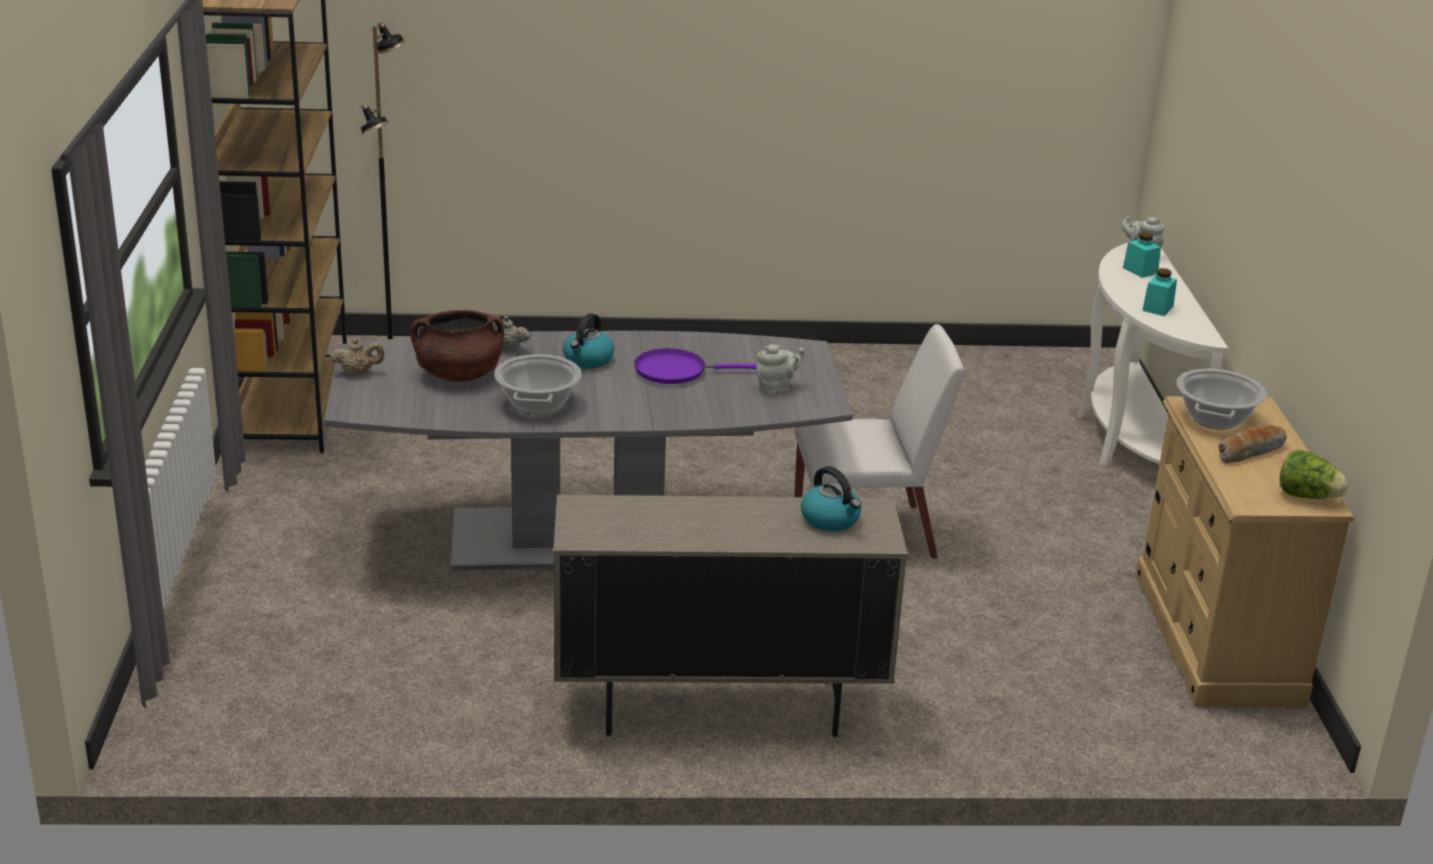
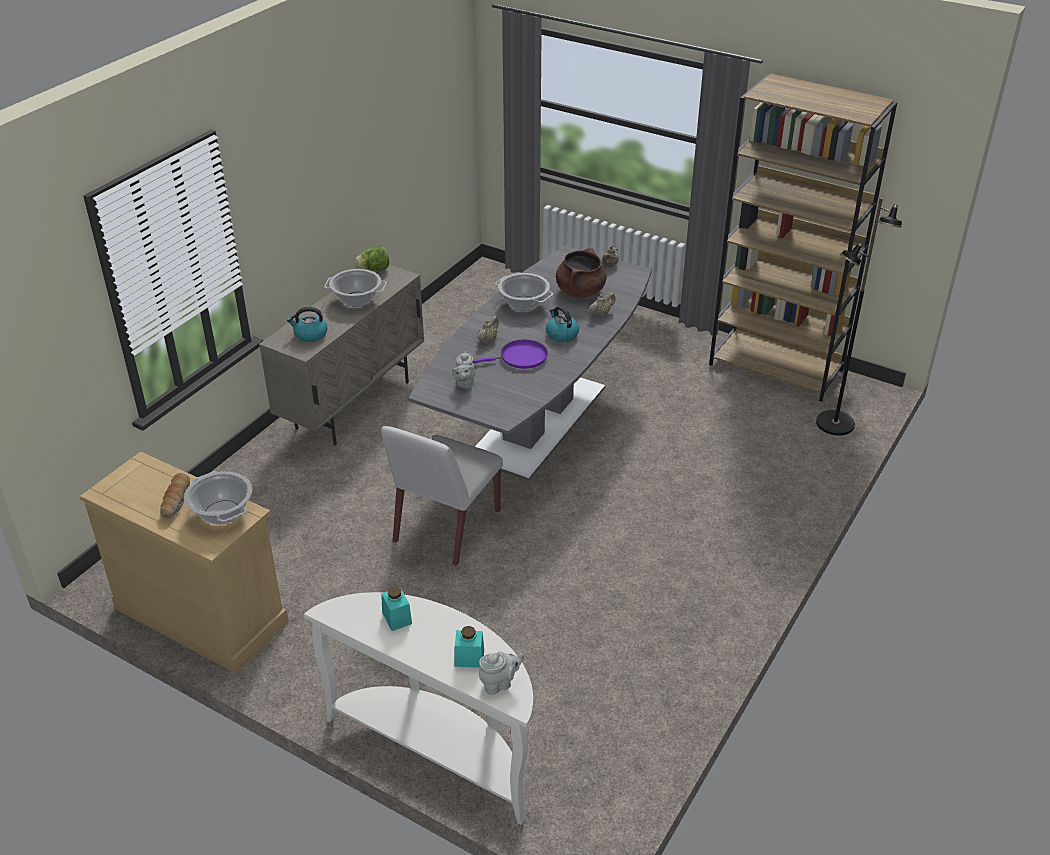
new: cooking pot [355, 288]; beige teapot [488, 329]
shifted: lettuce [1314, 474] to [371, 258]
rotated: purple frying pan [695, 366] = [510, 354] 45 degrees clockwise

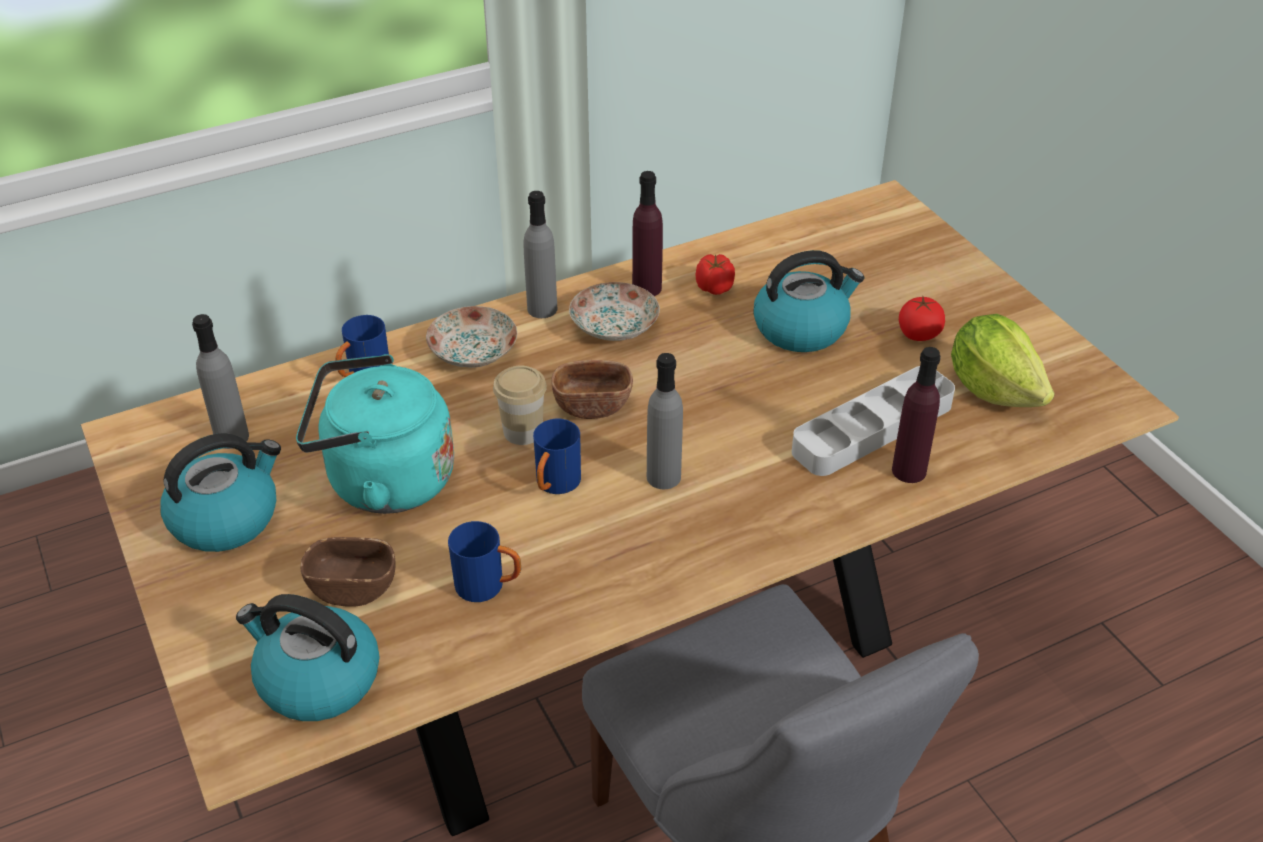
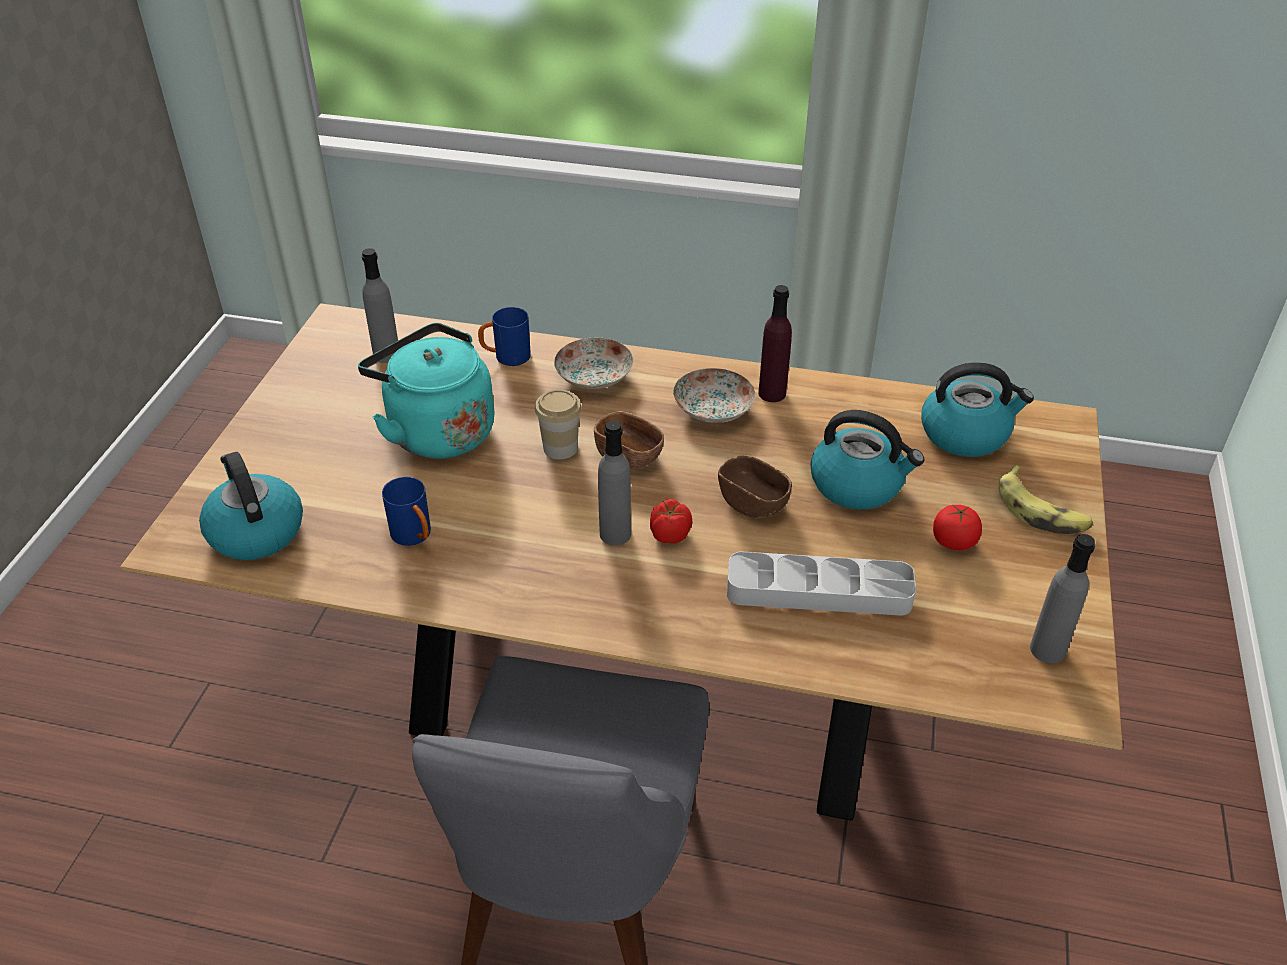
gone: blue mug [557, 456]; purple bottle [916, 415]; lettuce [1003, 360]
new: banana [1045, 499]
shifted: kettle [220, 492] to [977, 409]; brown bowl [348, 572] to [755, 486]; grey bottle [540, 254] to [1062, 598]; tomato [715, 274] to [671, 521]

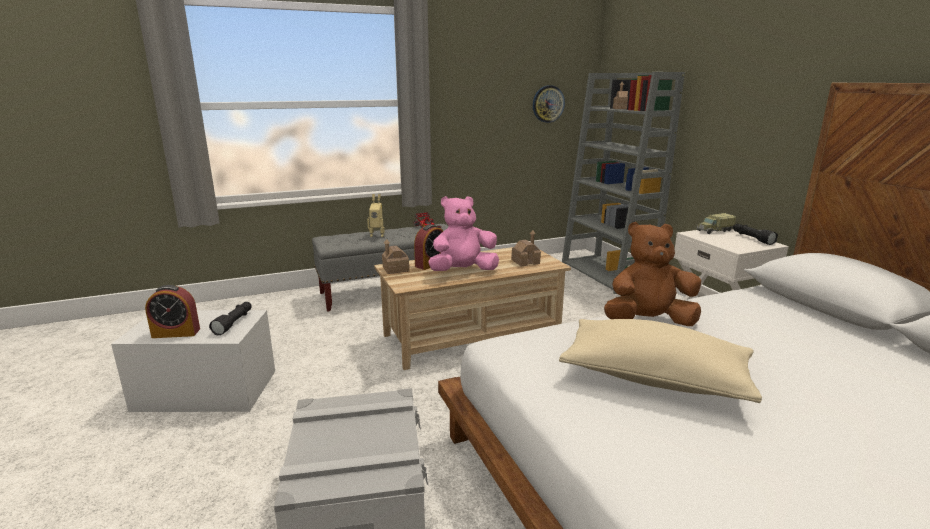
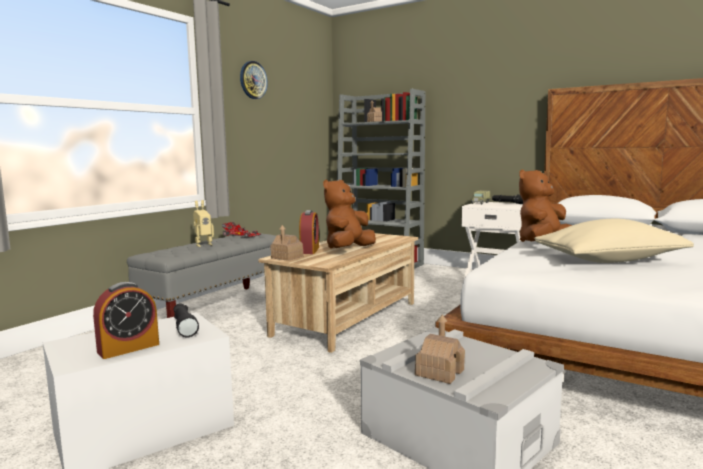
shifted: toy house [526, 248] to [440, 349]; wall clock [549, 104] to [254, 80]
repainted: pink plush toy [463, 233] to brown plush toy [349, 214]

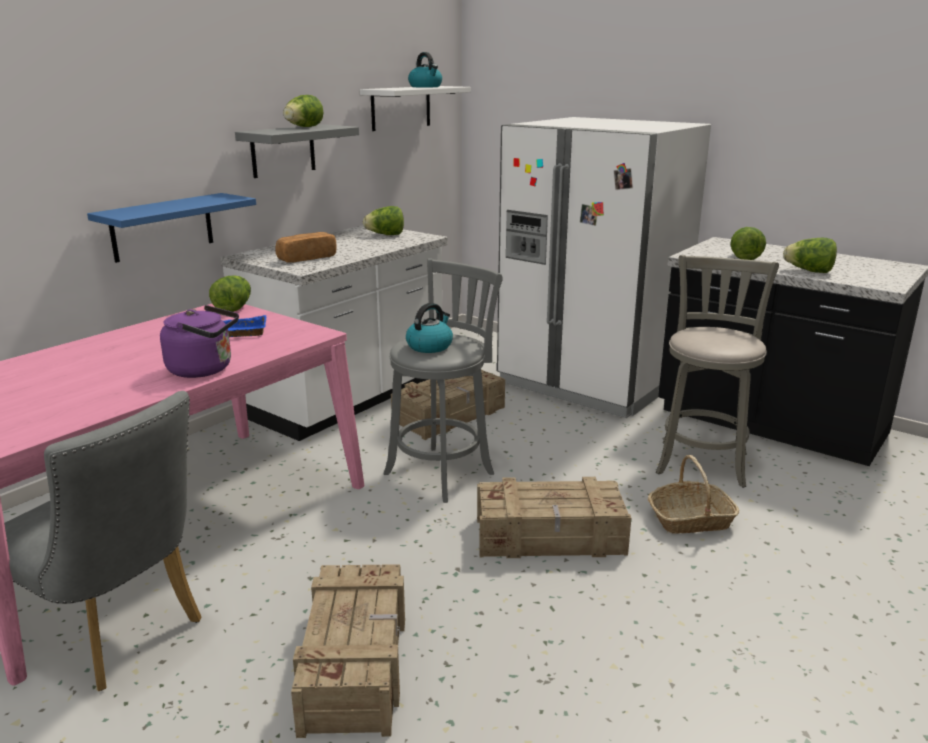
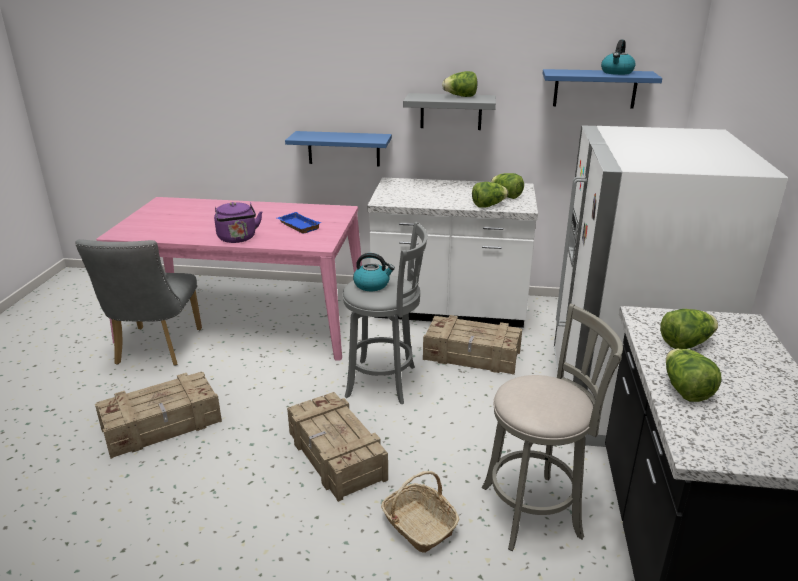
gone: bread [306, 247]
shifted: lettuce [230, 293] to [490, 195]
repainted: white shelf [415, 108] to blue shelf [602, 88]

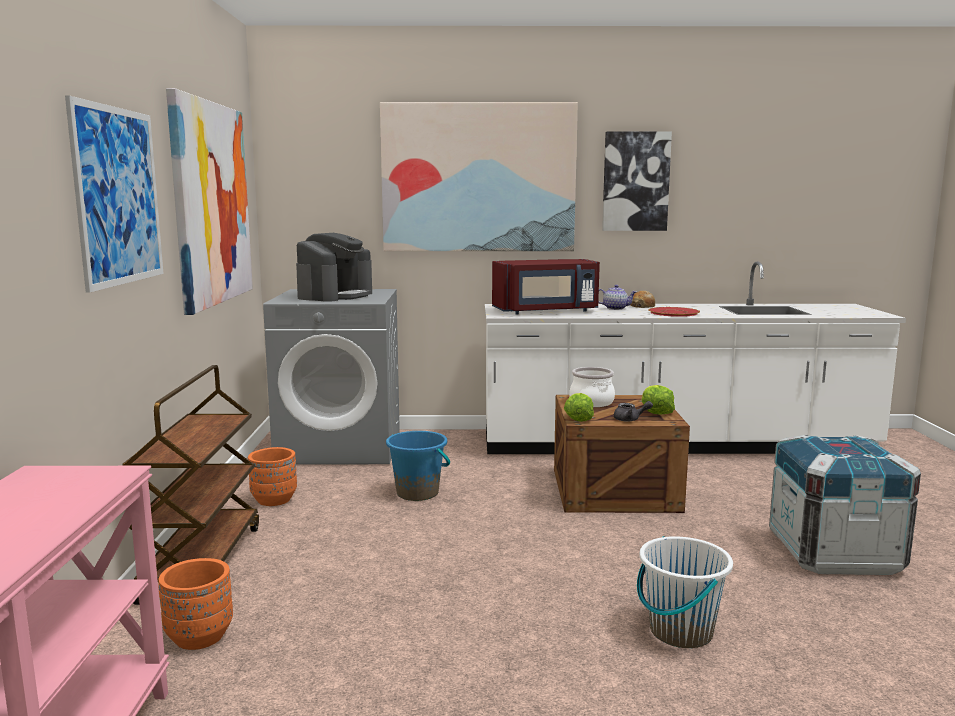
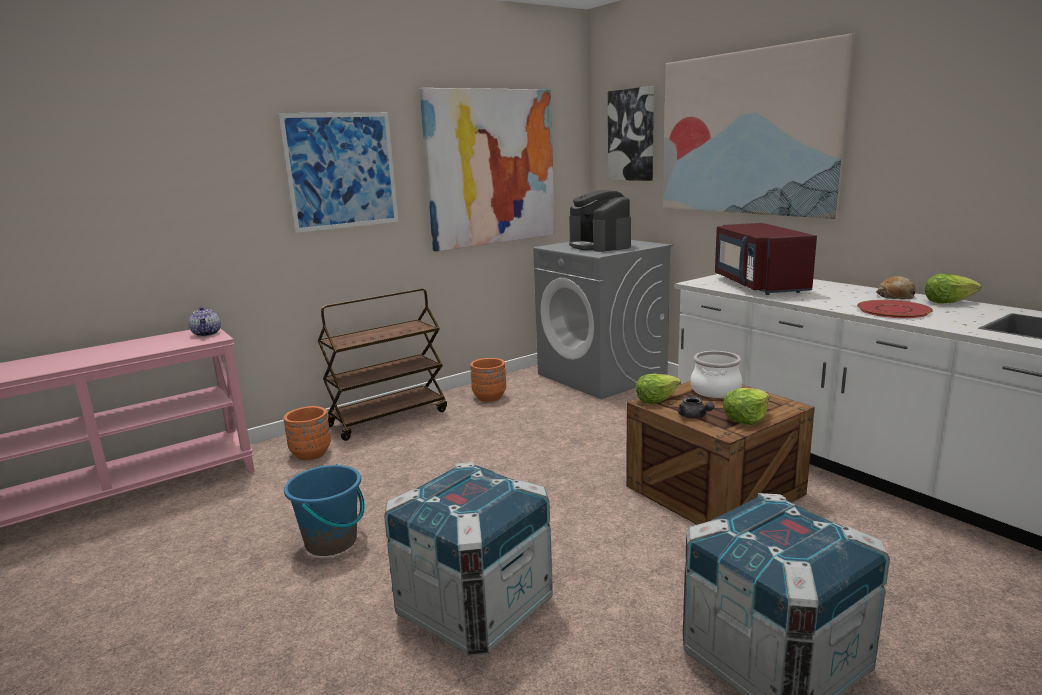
new: lettuce [953, 289]
shifted: blue bucket [418, 466] to [324, 510]; teapot [617, 297] to [205, 321]; picture [637, 181] to [631, 133]
swapped: white bucket [685, 592] to crate [468, 559]
rotated: coffee machine [334, 267] = [600, 221] 75 degrees clockwise; red microwave [546, 286] = [766, 259] 45 degrees clockwise

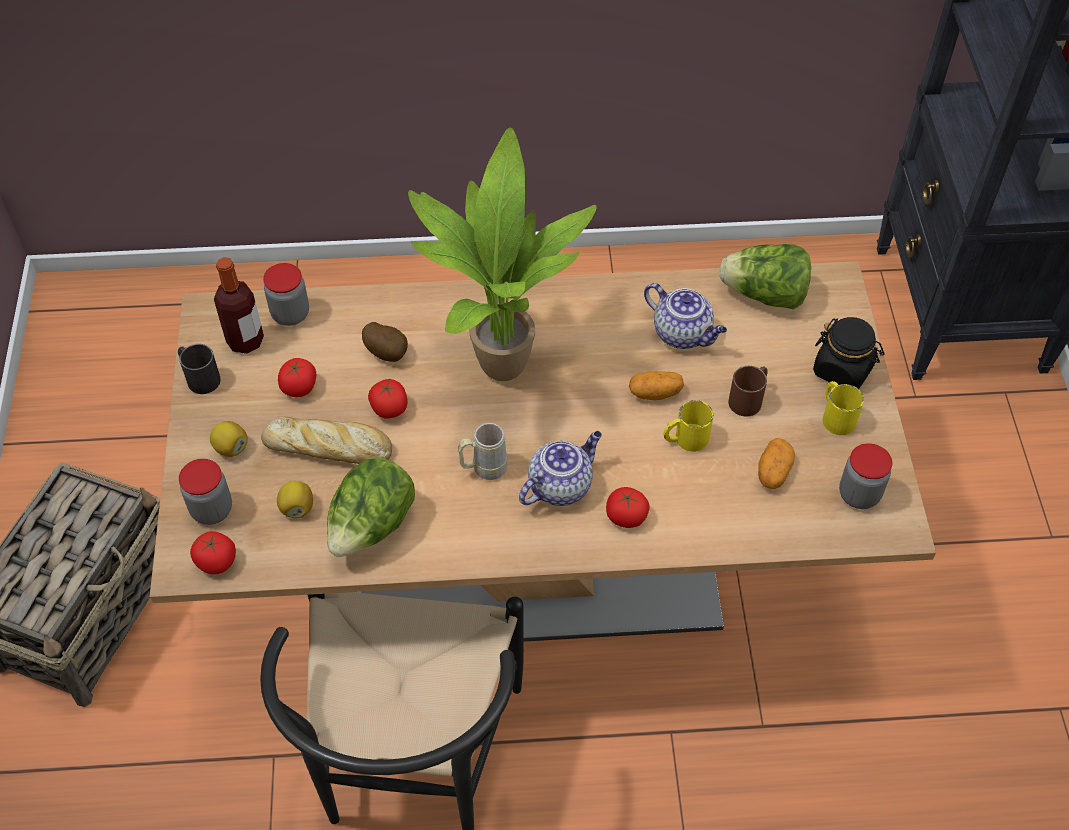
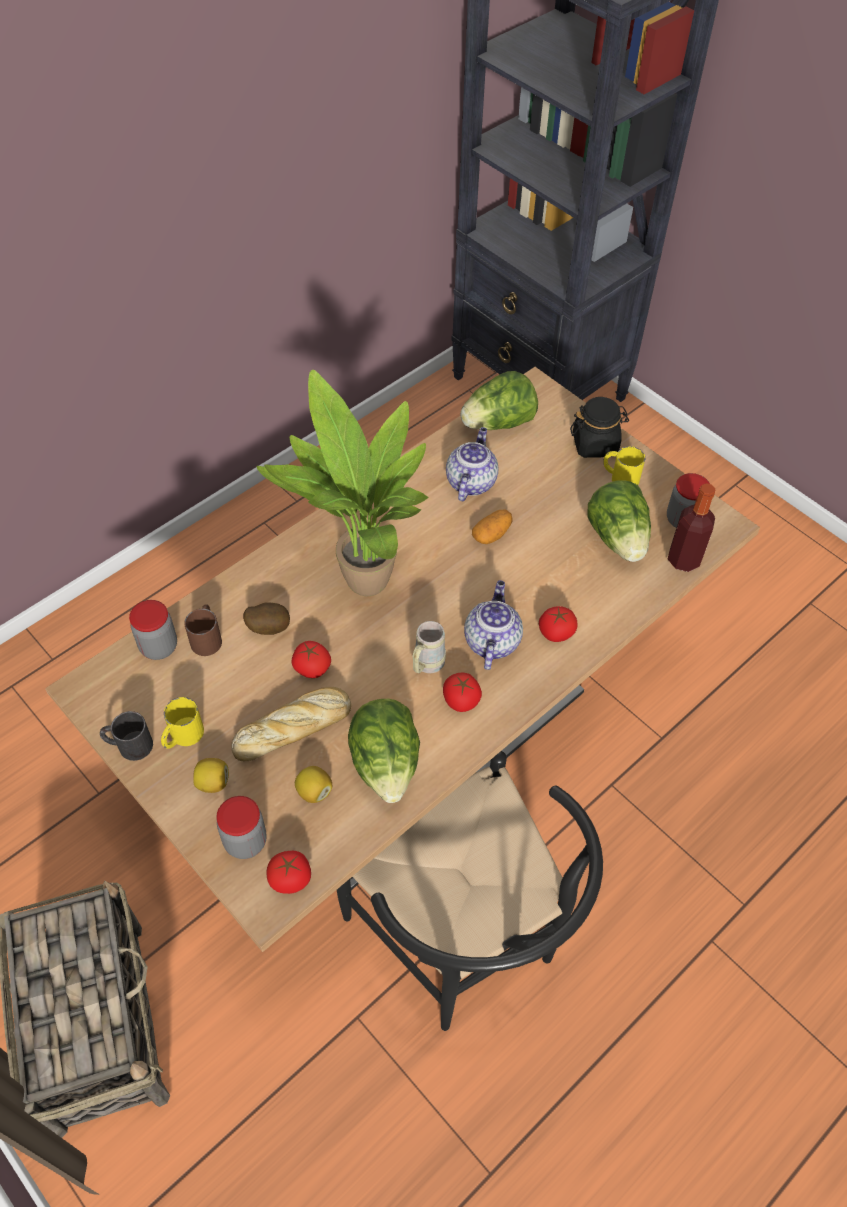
shifted: bottle [239, 305] to [691, 527]; tomato [297, 377] to [462, 692]; yellow mug [689, 426] to [182, 723]; brown mug [748, 391] to [203, 630]
swapped: potato [776, 463] to lettuce [619, 521]
rotated: teapot [685, 316] = [472, 464] 75 degrees counterclockwise

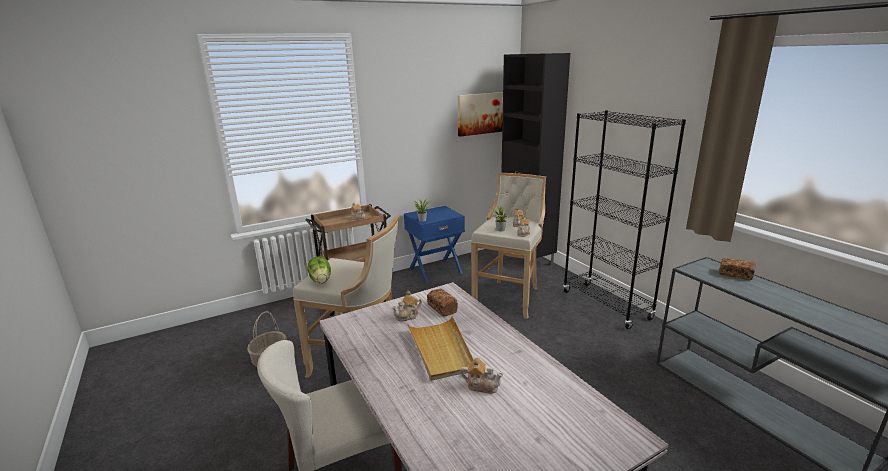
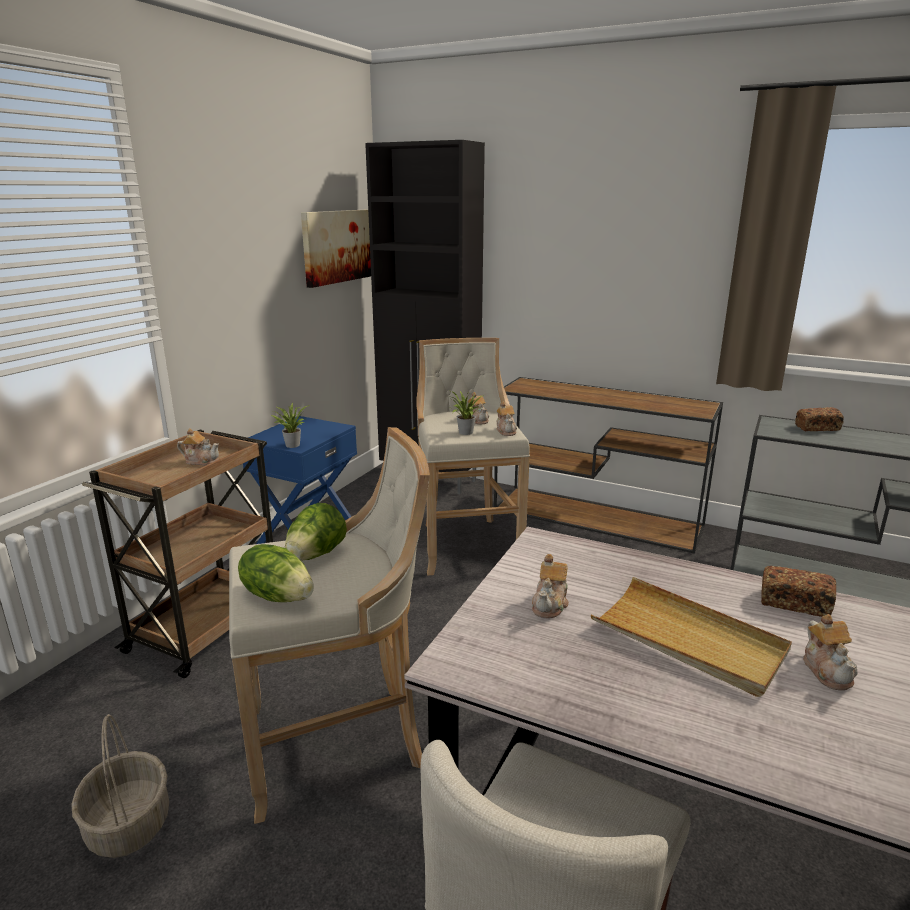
new: lettuce [316, 532]
shifted: bread [442, 302] to [798, 591]
swapped: black bookcase [624, 219] to brown console table [608, 465]
rotated: teapot [481, 376] = [830, 652] 105 degrees clockwise

